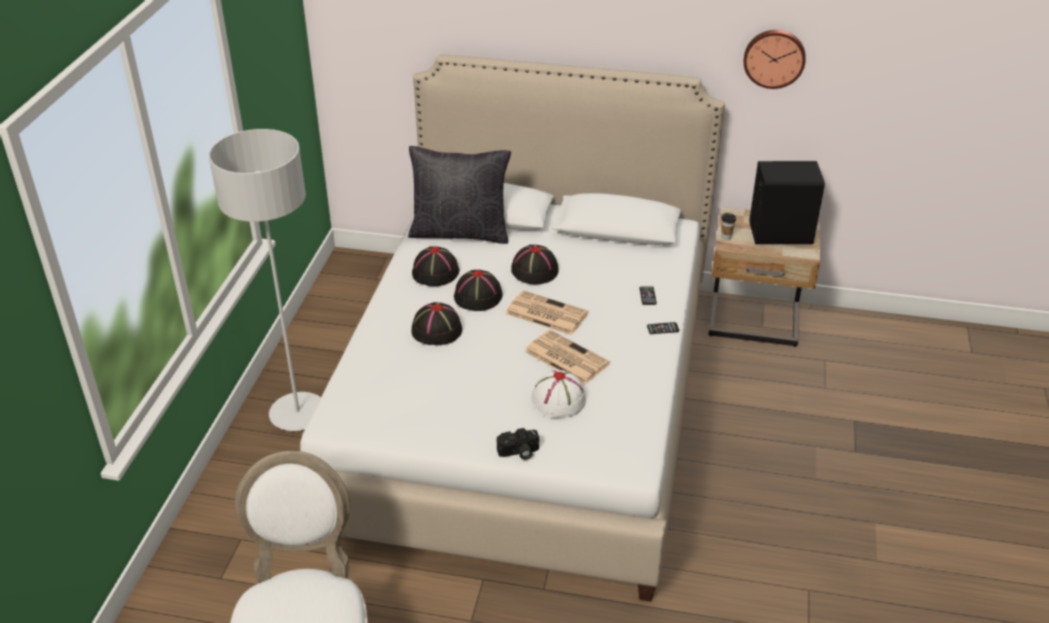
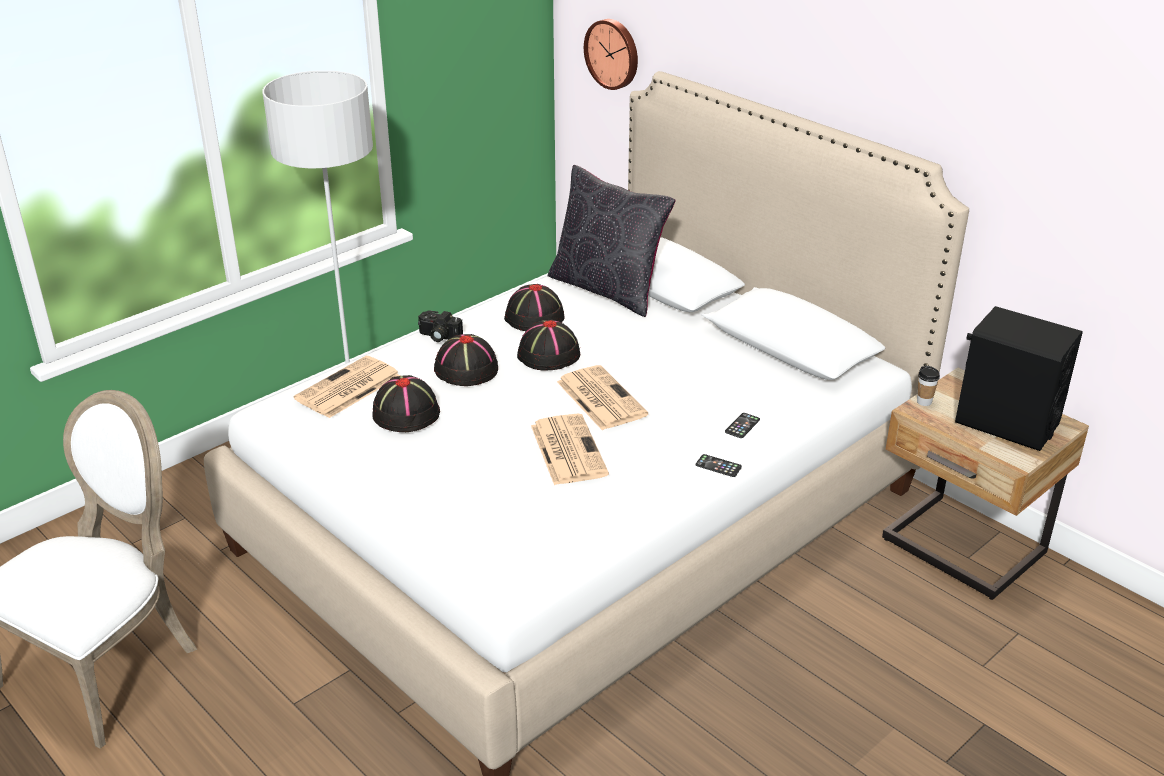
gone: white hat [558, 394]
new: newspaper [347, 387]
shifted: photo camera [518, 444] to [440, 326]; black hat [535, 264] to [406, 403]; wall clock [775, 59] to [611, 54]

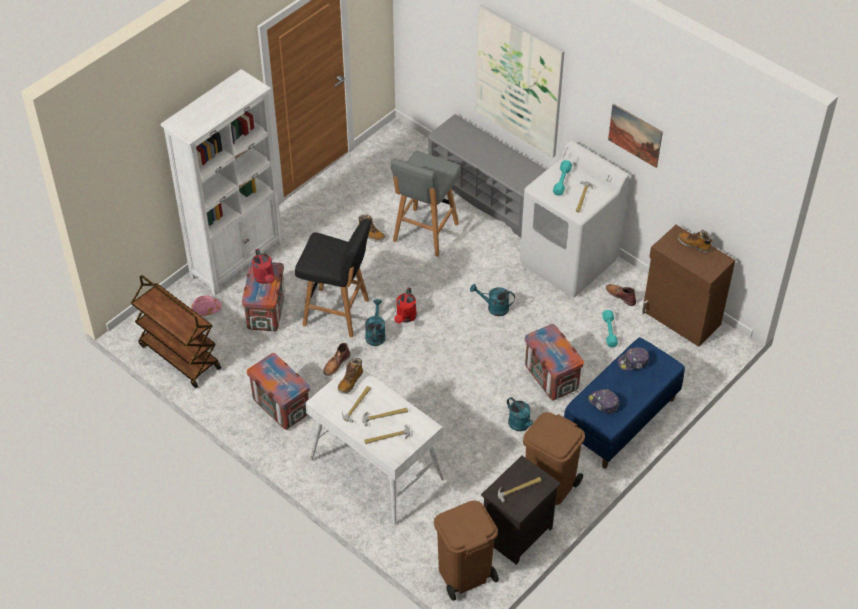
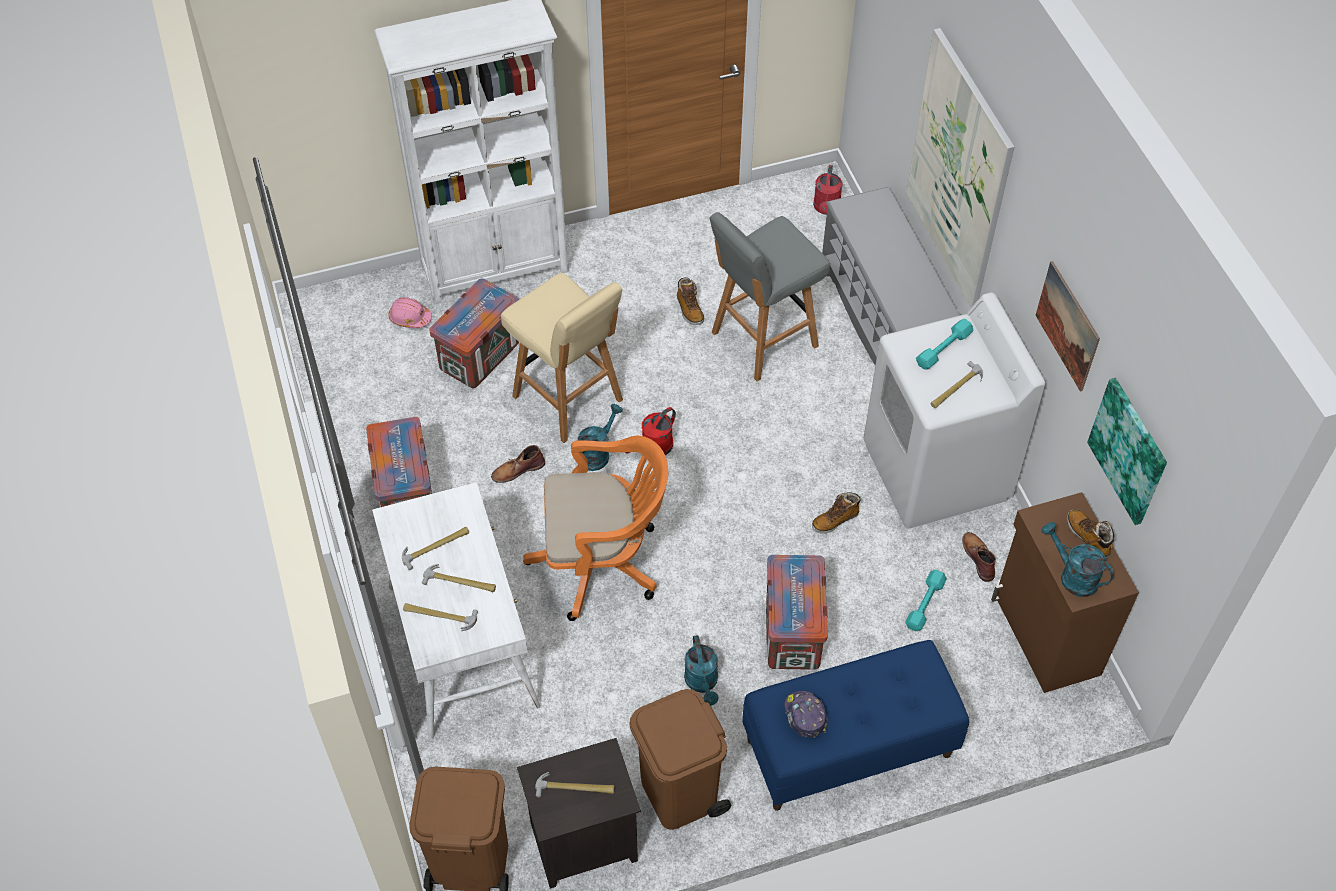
gone: brown cart [176, 331]; cap [633, 358]
new: orange office chair [595, 528]; picture [1127, 451]
shifted: red watering can [263, 266] to [828, 190]; boot [350, 376] to [836, 513]; turquoise watering can [492, 300] to [1077, 559]
repainted: black stool [333, 278] to beige stool [562, 358]

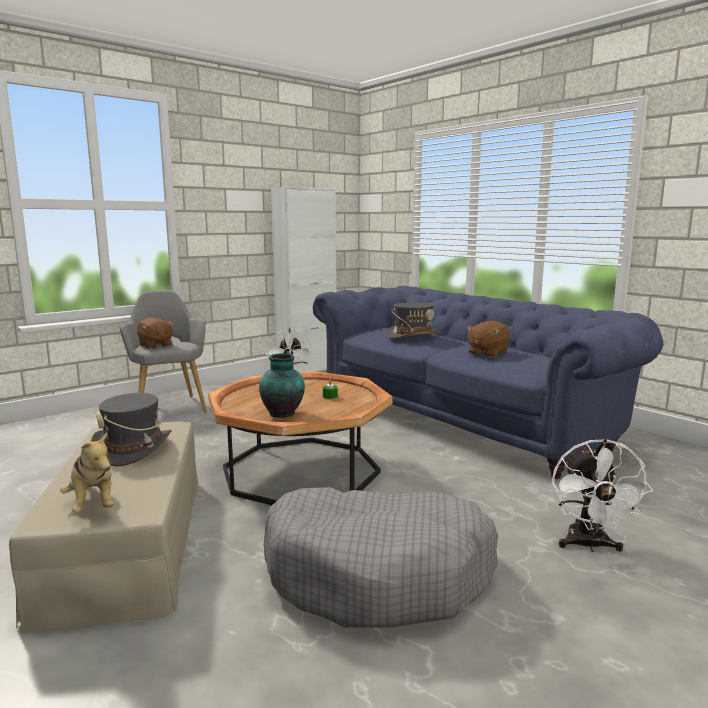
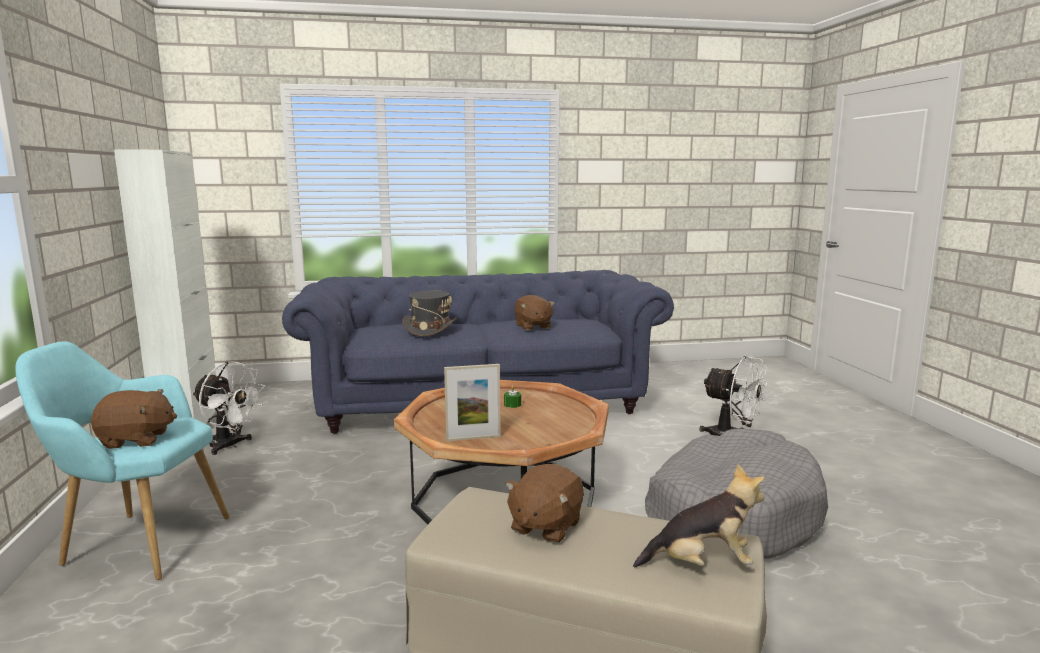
gone: vase [282, 385]
new: picture frame [472, 402]
swapped: grey hat [131, 429] to brown plush toy [544, 504]
repainted: grey armchair [163, 351] to turquoise armchair [122, 460]

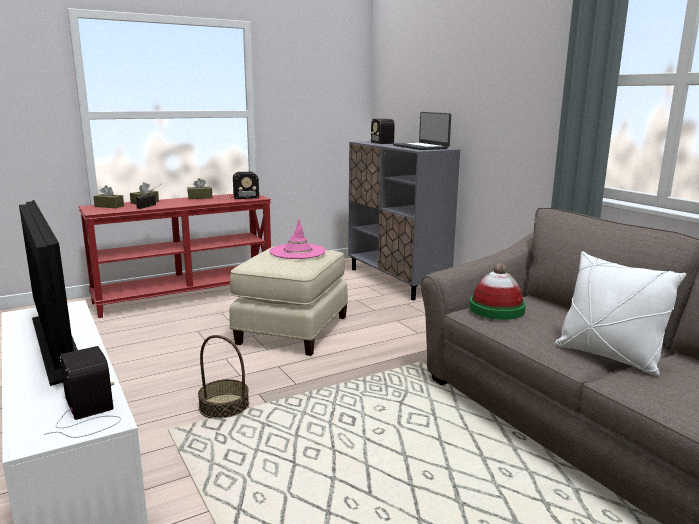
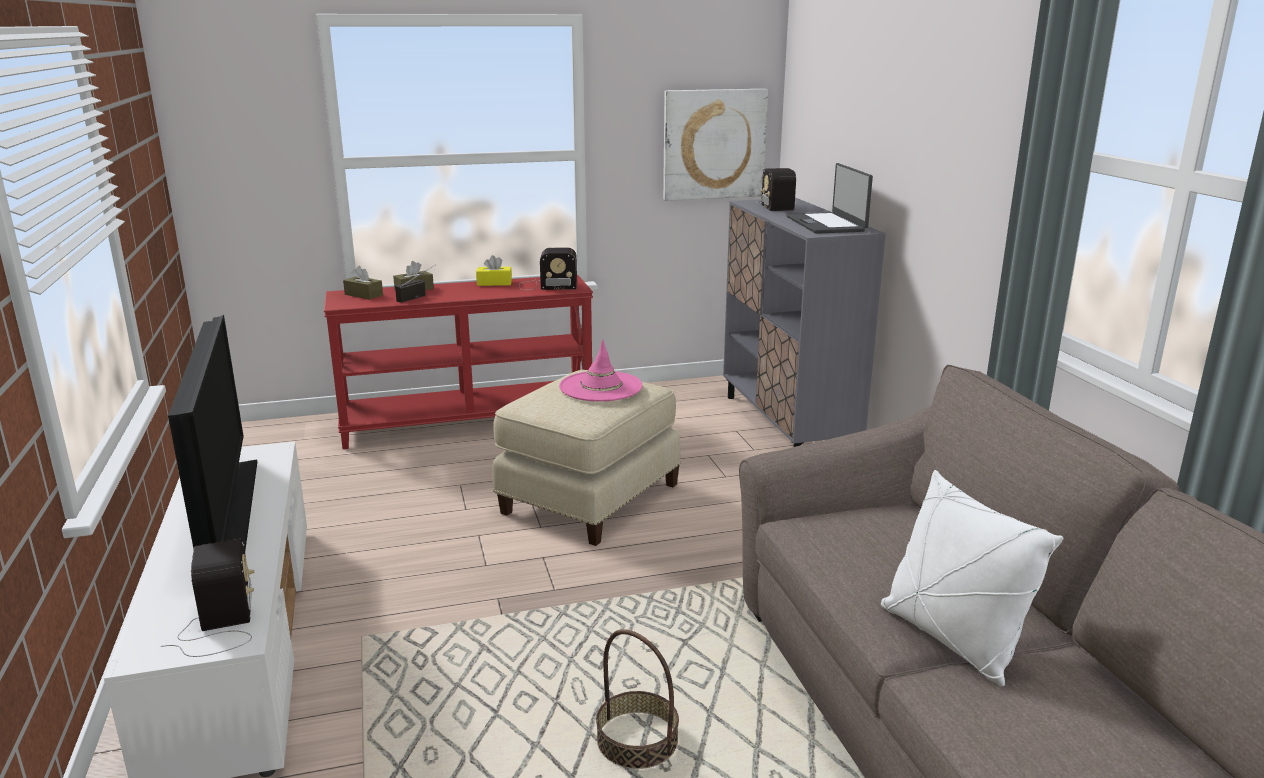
gone: hat [498, 291]
new: picture [715, 145]
shifted: basket [223, 376] to [637, 699]
repainted: brown tissue box [200, 188] to yellow tissue box [494, 270]

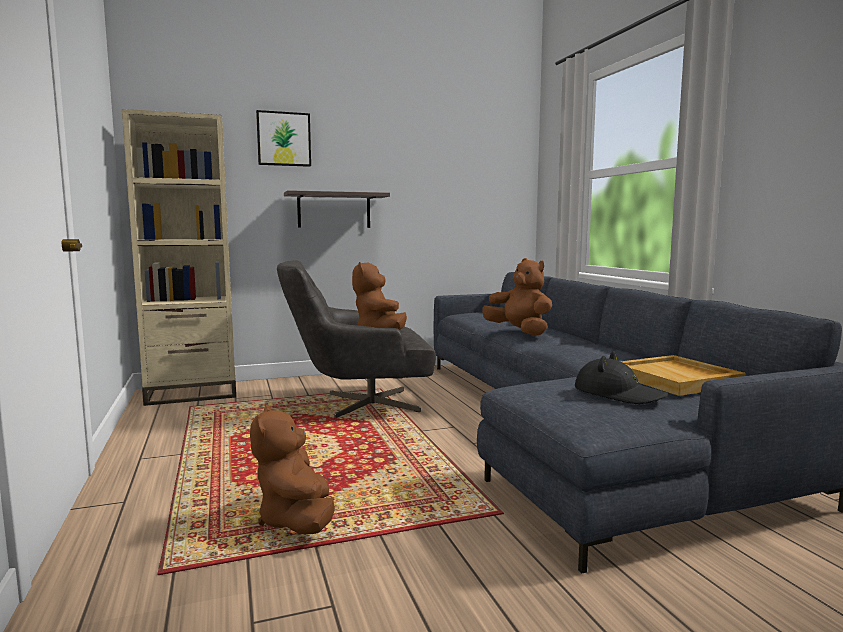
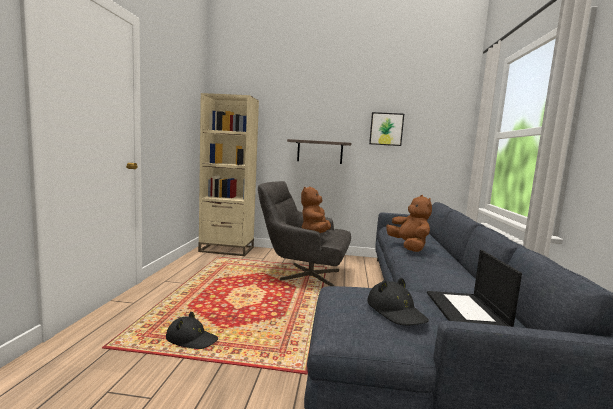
shifted: picture [283, 138] to [386, 129]
swapped: brown plush toy [292, 469] to black hat [192, 330]; beige tray [683, 375] to laptop [474, 288]

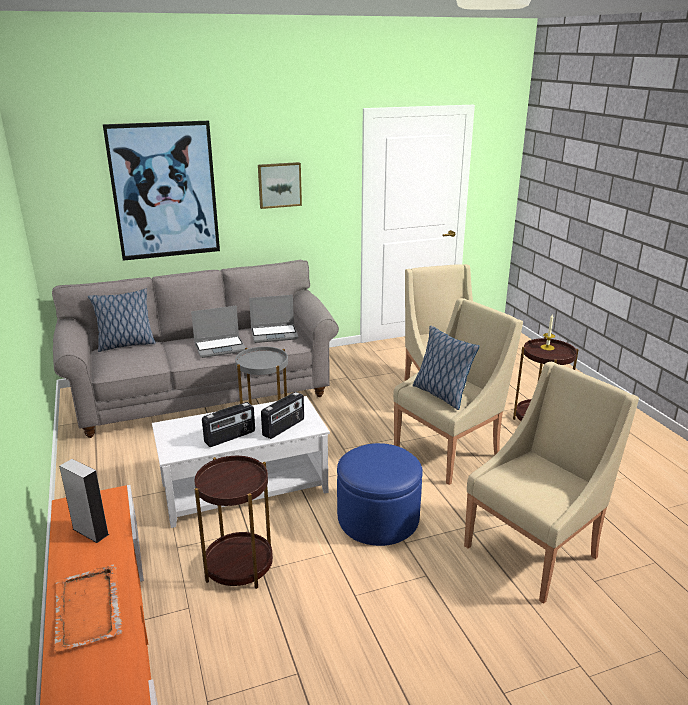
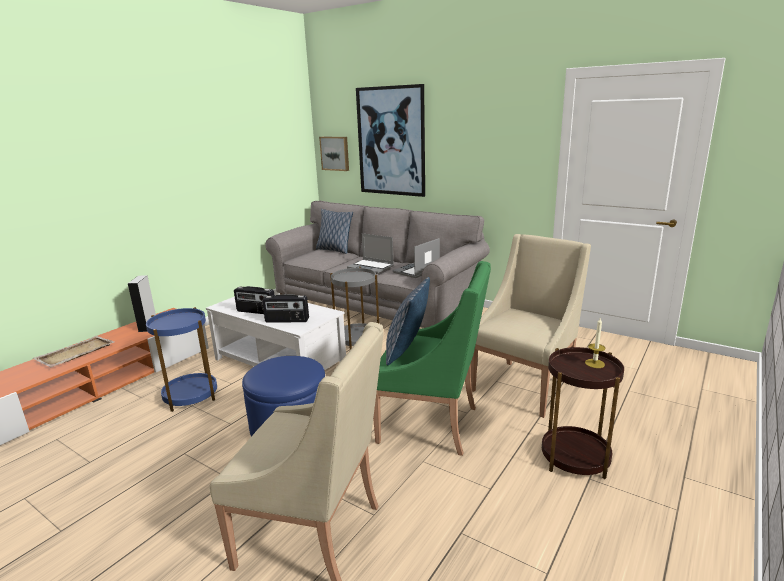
shifted: picture [280, 185] to [334, 154]
repainted: orange tray [88, 608] to beige tray [73, 351]; brown side table [234, 522] to blue side table [181, 359]; beige armchair [458, 391] to green armchair [432, 358]
rotated: laptop [273, 319] = [416, 258] 90 degrees clockwise

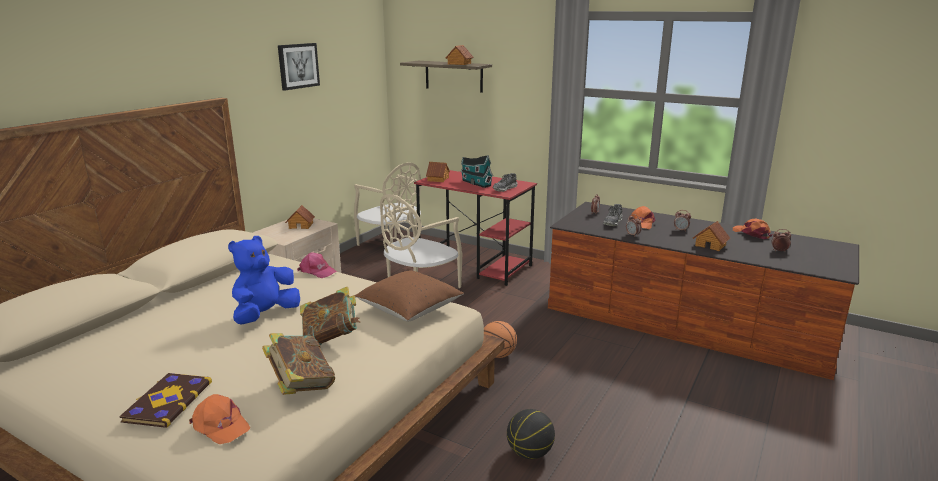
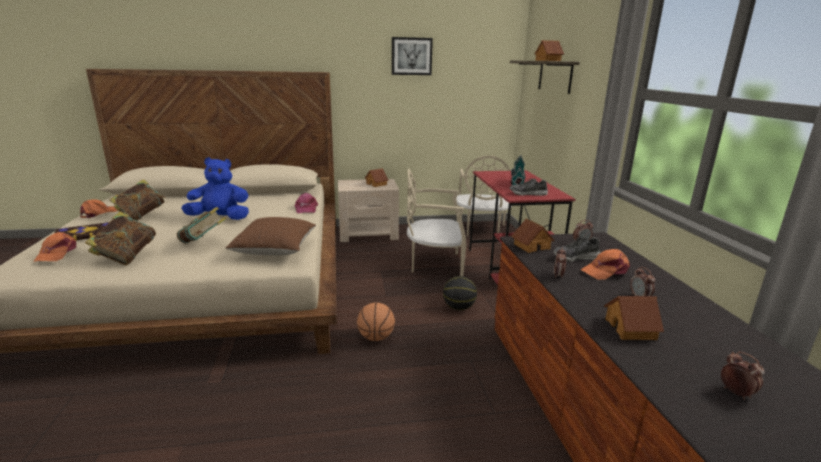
new: book [137, 200]
shifted: toy house [438, 172] to [533, 235]; basketball [531, 434] to [460, 293]; orange cap [752, 229] to [99, 208]

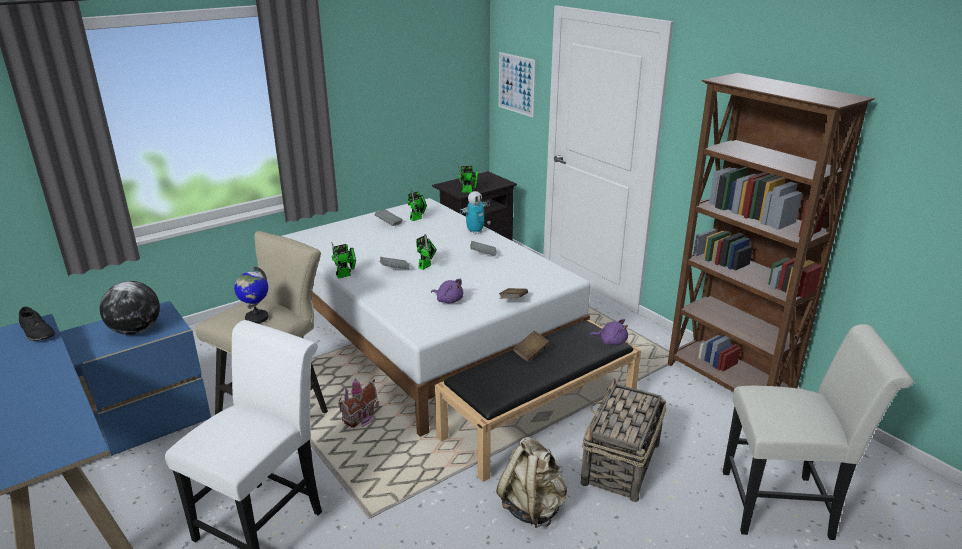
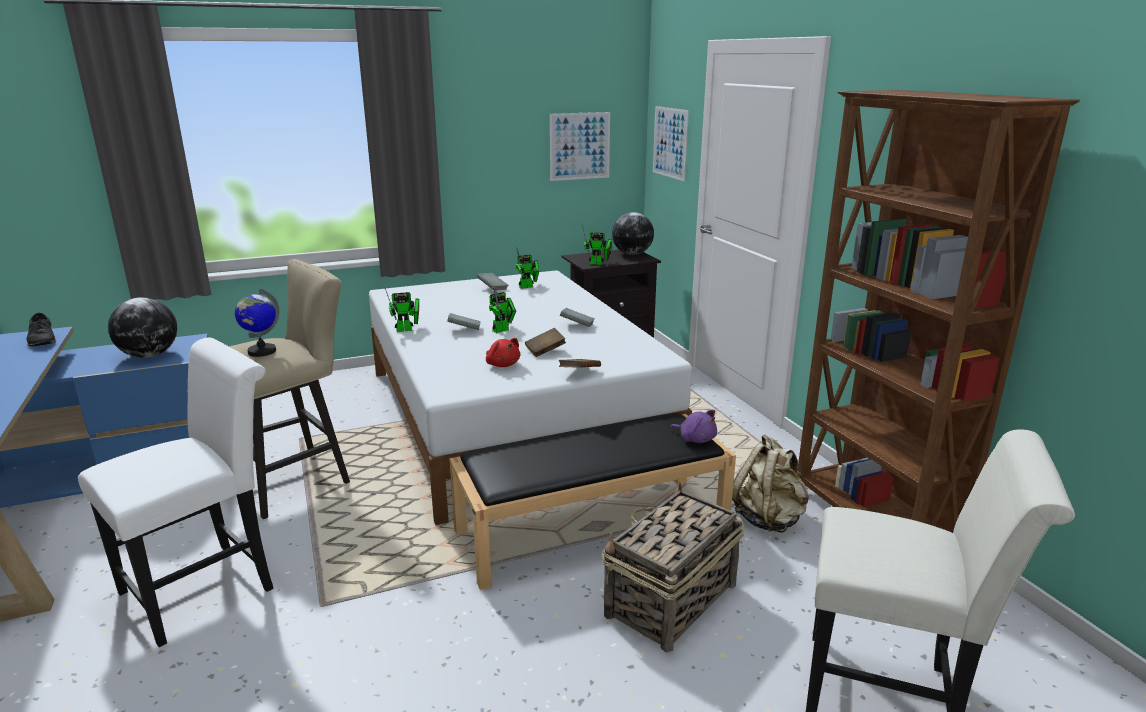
gone: toy house [358, 403]; toy robot [475, 213]
new: picture [580, 146]; globe [633, 233]
shifted: beige backpack [531, 482] to [770, 484]; brown book [531, 346] to [545, 342]
repainted: purple plush toy [447, 291] to red plush toy [503, 352]

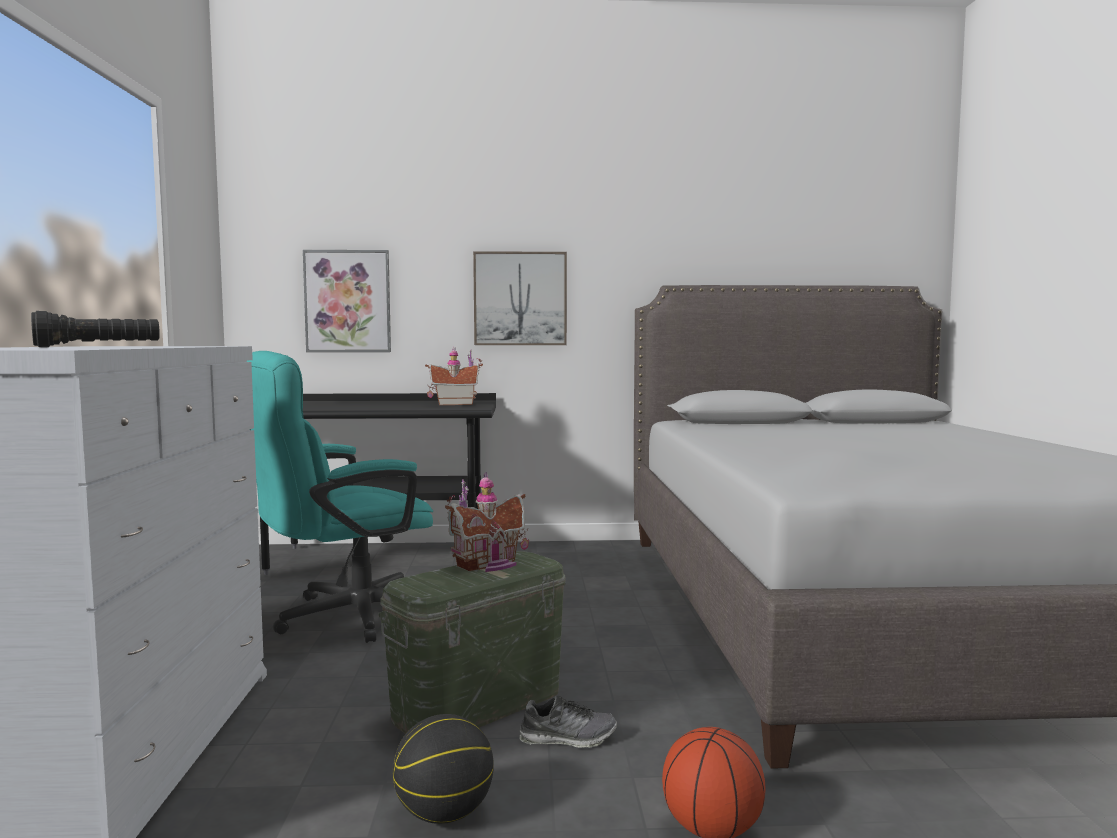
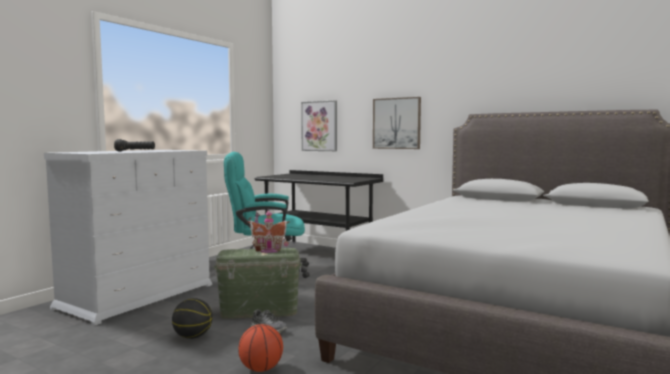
gone: toy house [454, 377]

